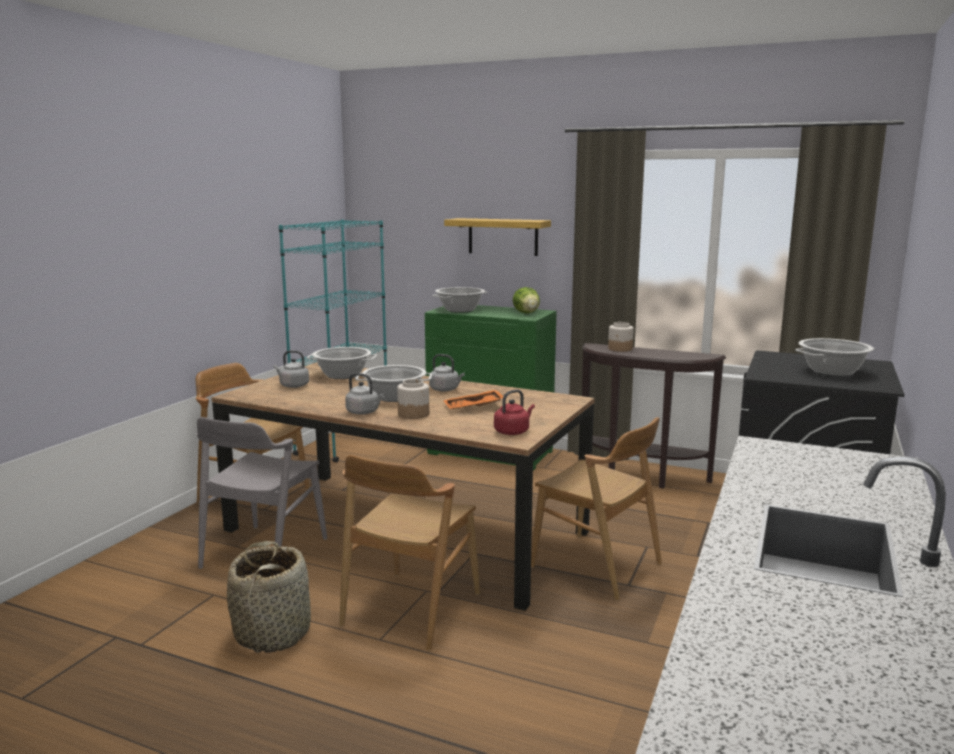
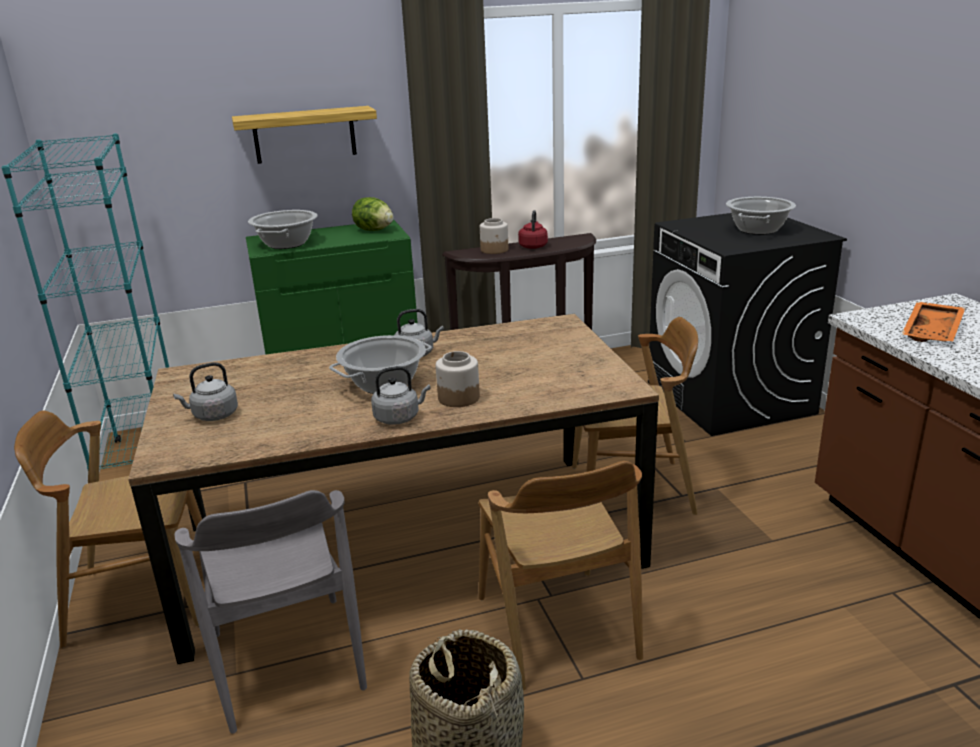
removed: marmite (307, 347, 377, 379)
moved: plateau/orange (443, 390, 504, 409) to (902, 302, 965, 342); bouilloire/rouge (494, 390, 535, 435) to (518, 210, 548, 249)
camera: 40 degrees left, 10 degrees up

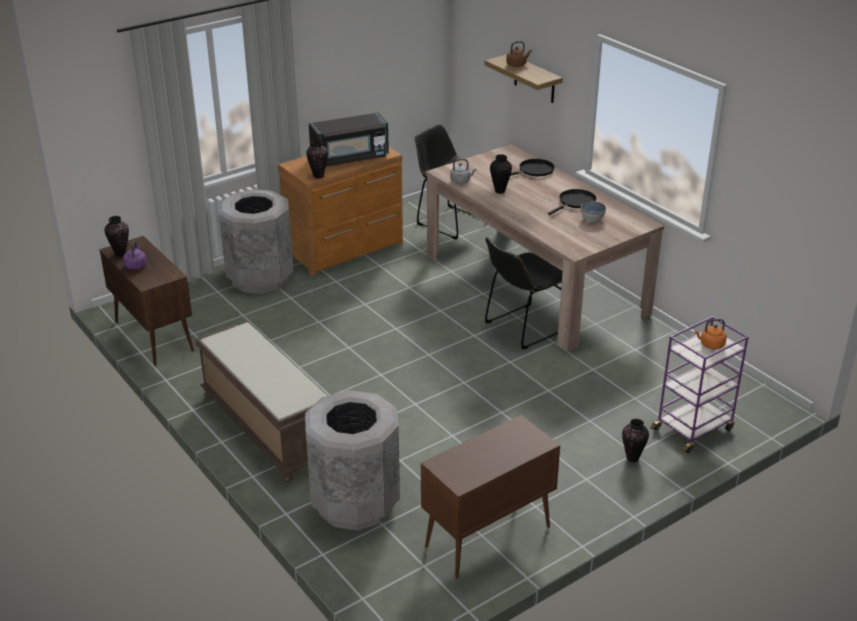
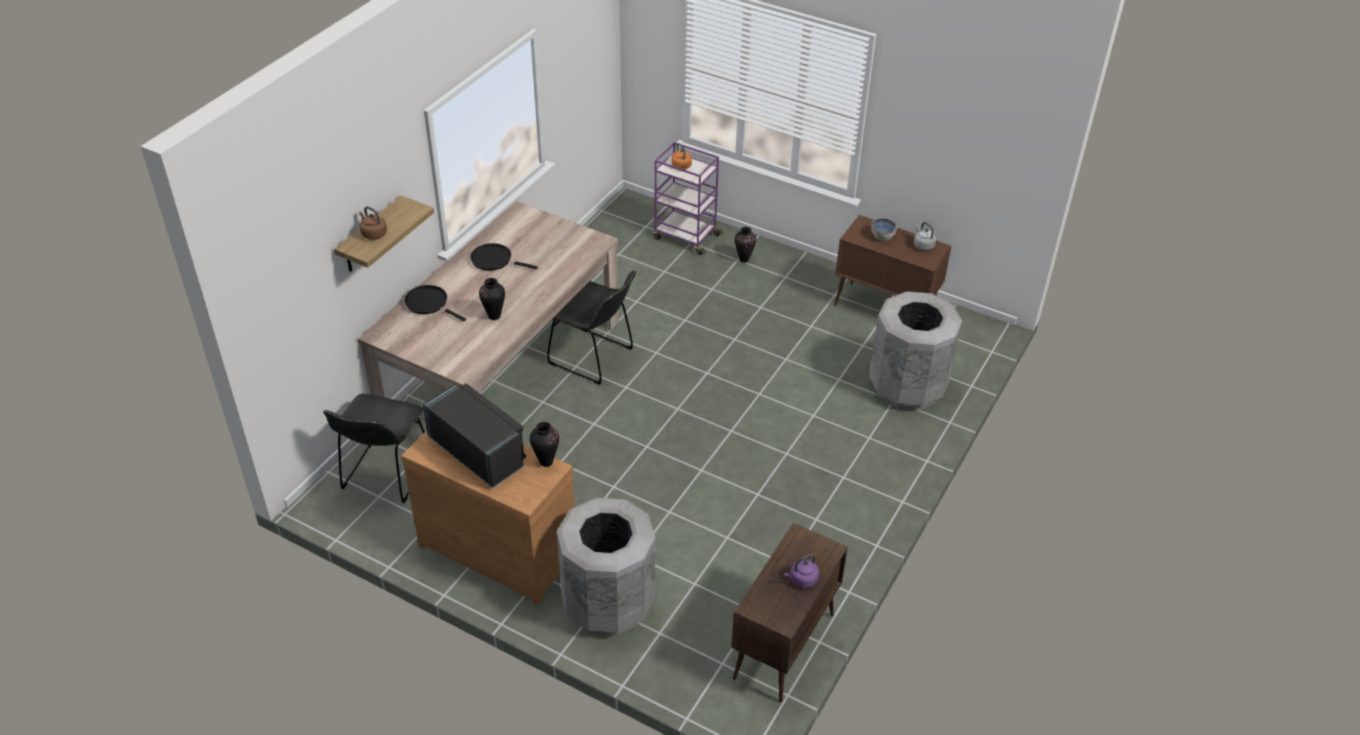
removed: vase (105, 216, 129, 257); banc/marron (195, 323, 327, 482)
moved: bouilloire/gris (450, 159, 476, 184) to (914, 222, 936, 250); bol (581, 201, 606, 222) to (871, 218, 897, 241)
camera: 115 degrees left, 10 degrees up

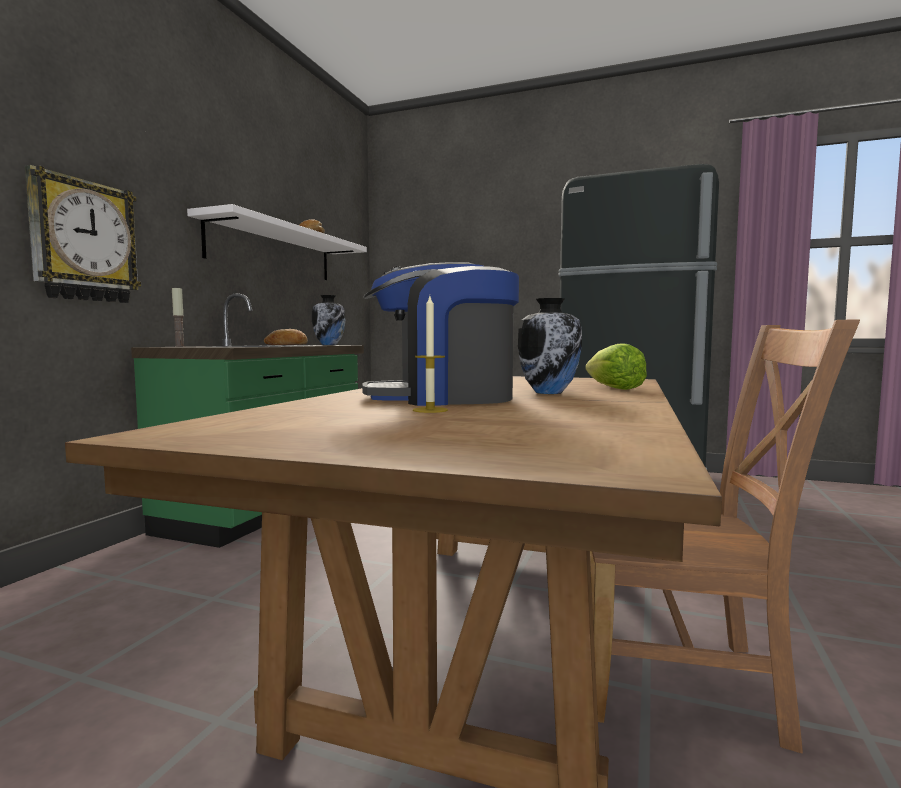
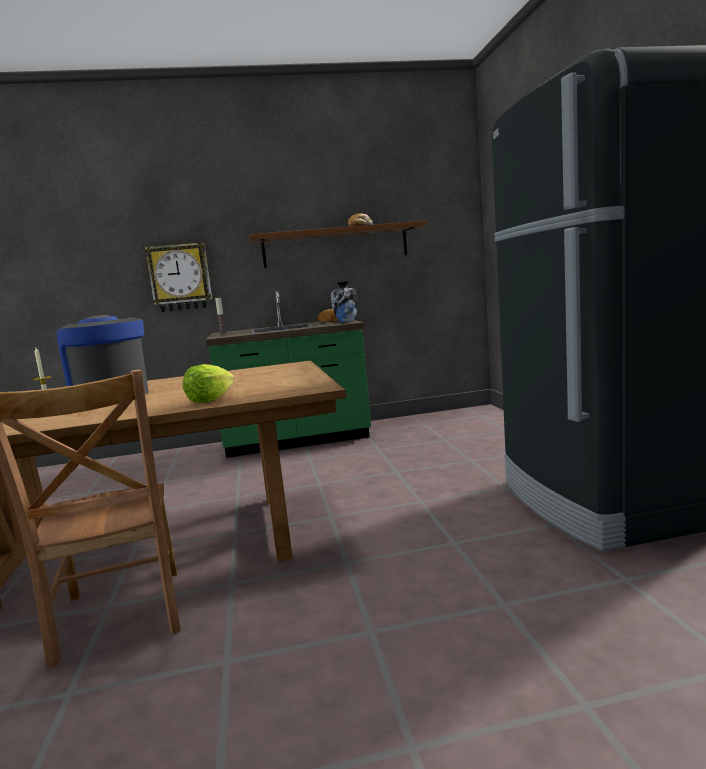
removed: vase (518, 298, 582, 394)
recoloured: étagère/blanc (187, 204, 367, 280) to étagère/marron (249, 220, 427, 268)
camera: 60 degrees right, 5 degrees up

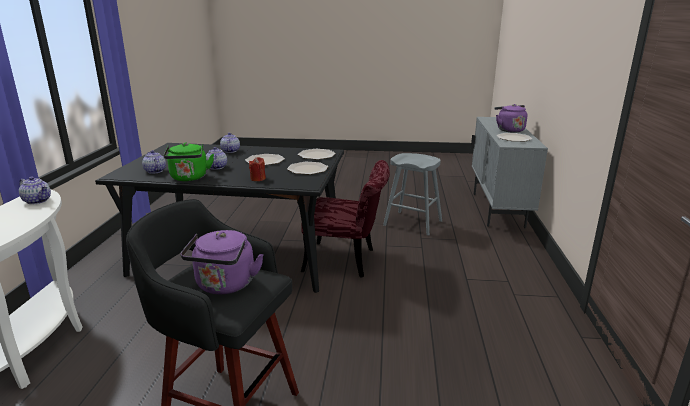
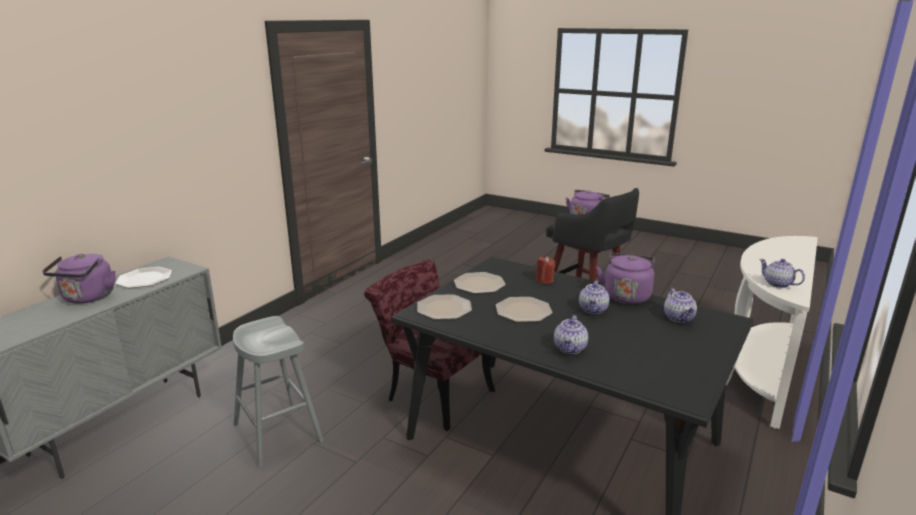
recoloured: bouilloire/vert (163, 142, 214, 181) to bouilloire/violet (596, 253, 655, 304)
camera: 155 degrees left, 0 degrees up

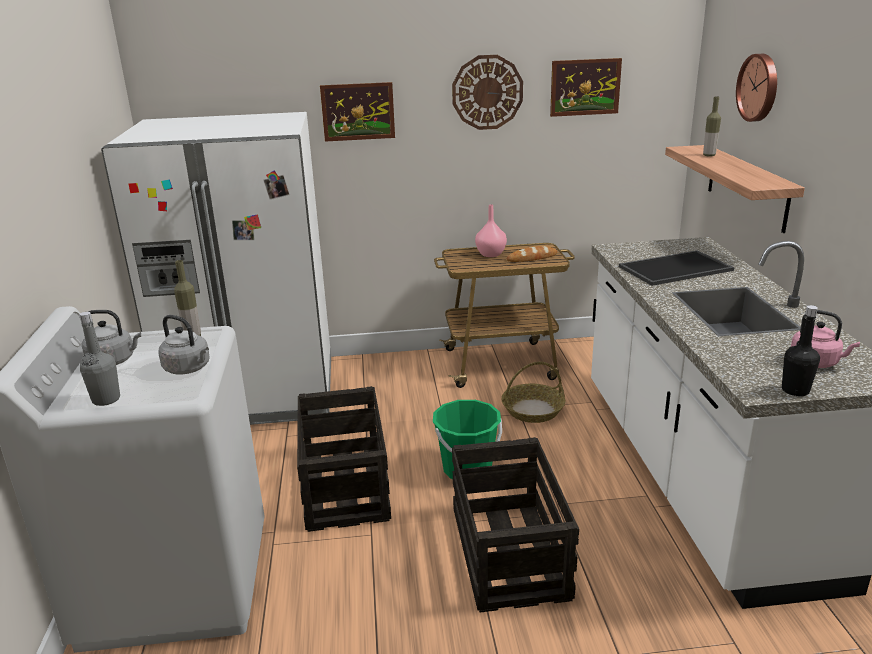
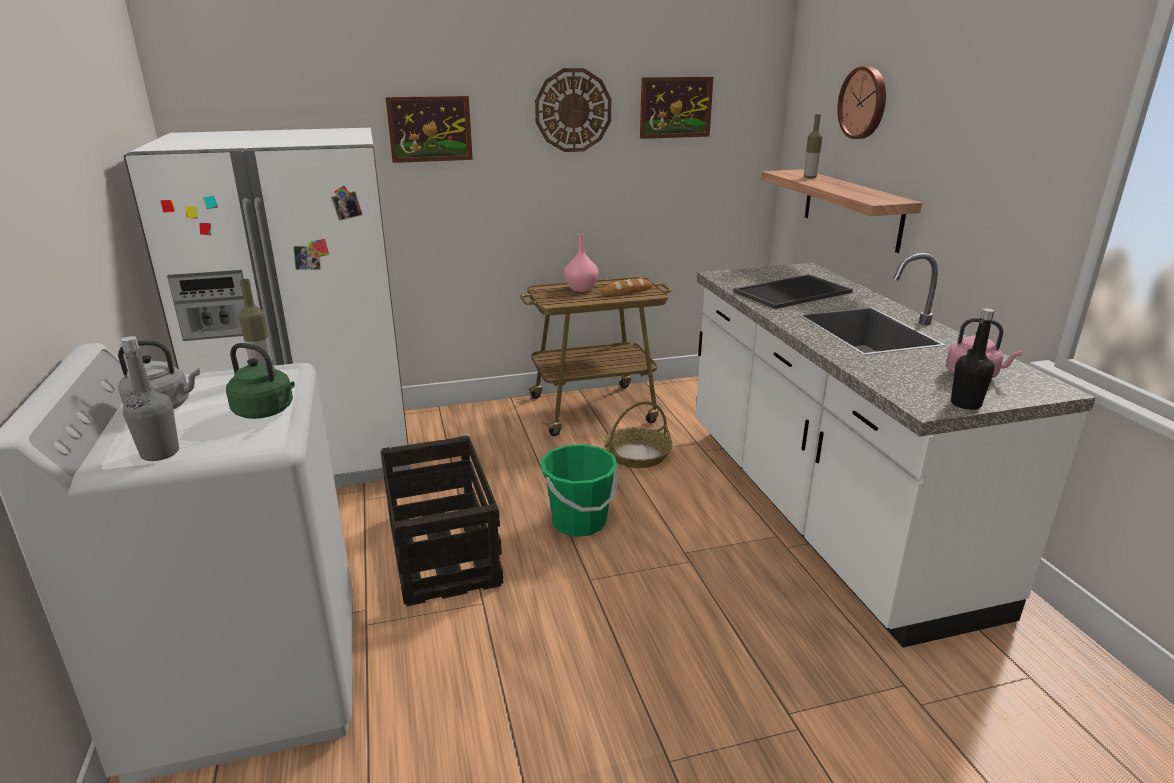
removed: caisse (452, 437, 579, 612)
recoloured: bouilloire/gris (158, 315, 210, 374) to bouilloire/vert (226, 343, 295, 419)
camera: 10 degrees left, 0 degrees up

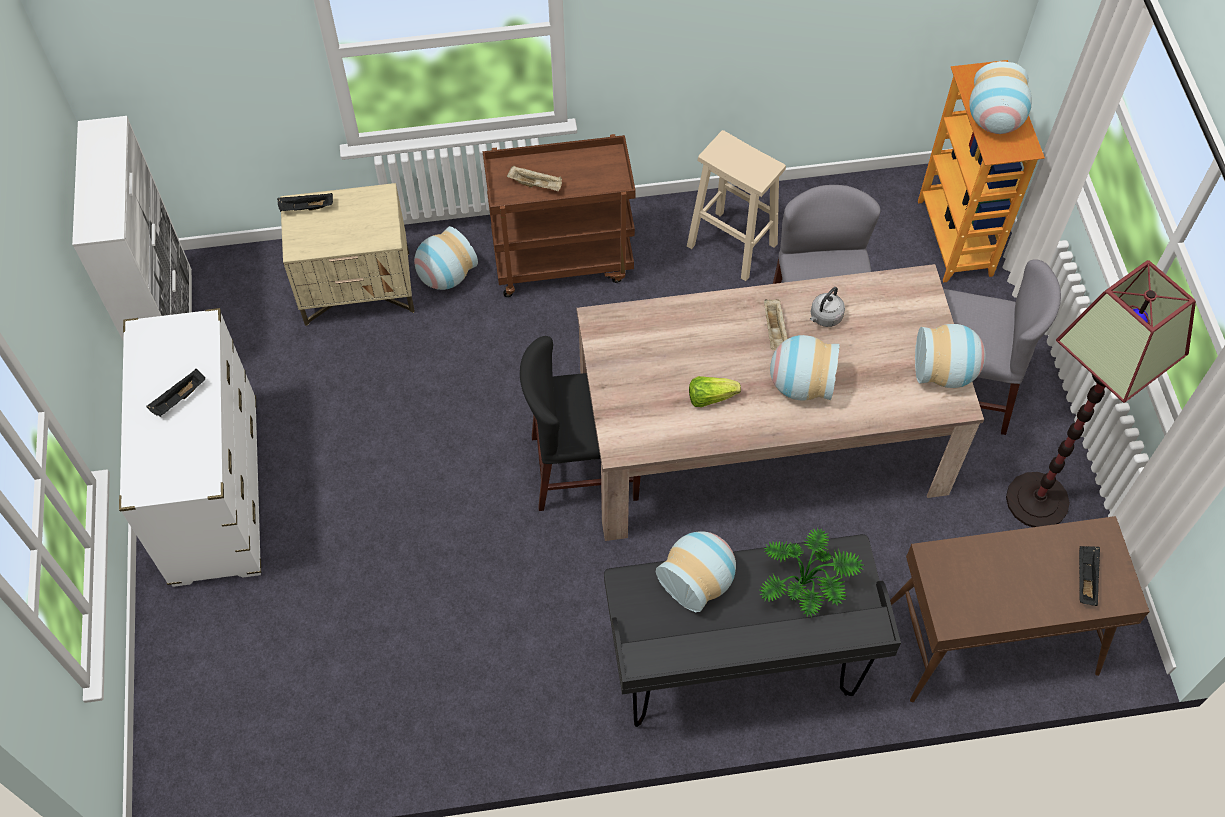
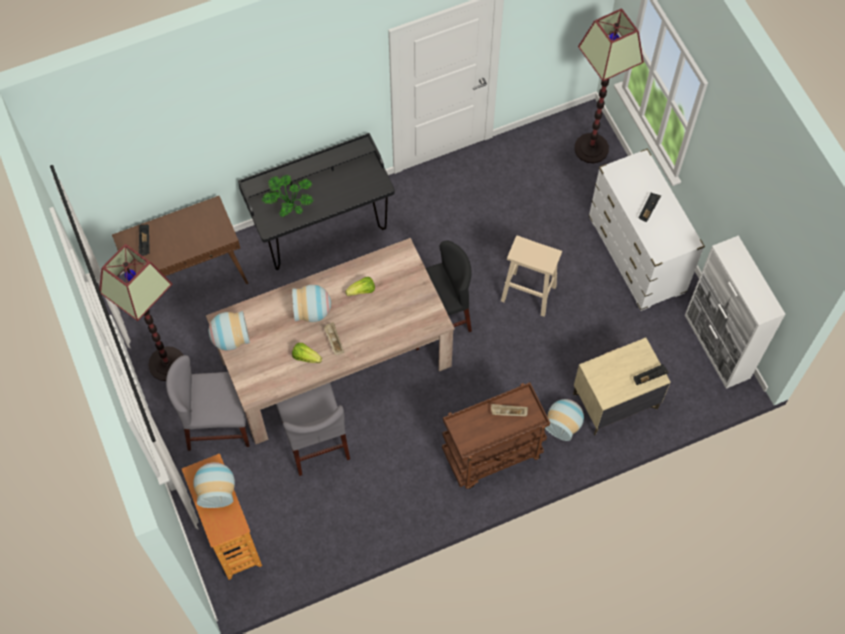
removed: vase (656, 531, 736, 612)
added: lampadaire (575, 8, 644, 163)
moved: tabouret/beige (687, 130, 786, 281) to (501, 236, 562, 317)
replaced: bouilloire/gris (810, 287, 845, 327) to laitue (292, 343, 322, 363)
camera: 165 degrees right, 5 degrees up

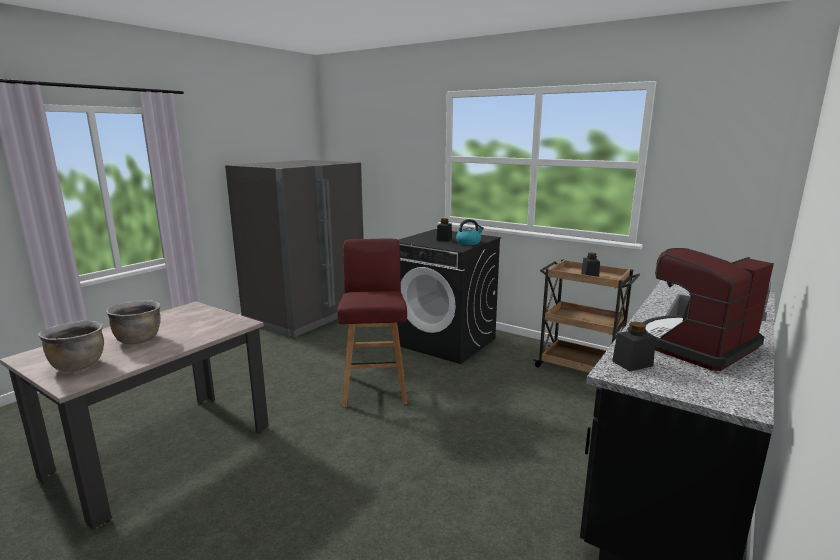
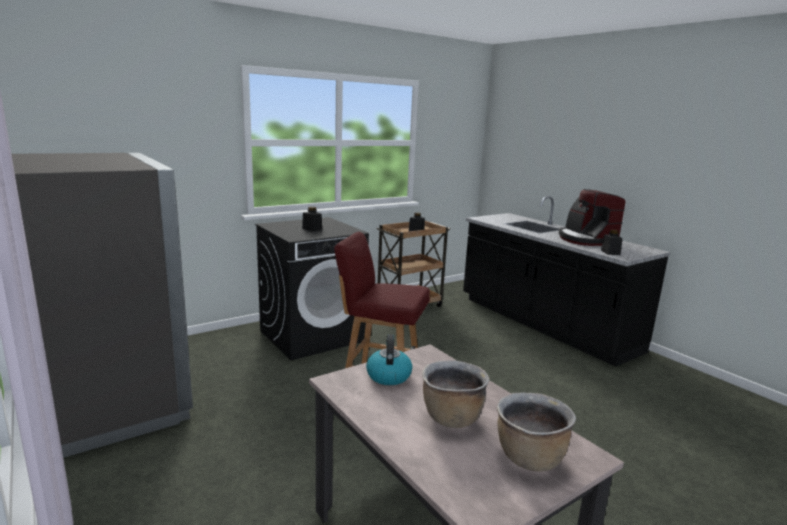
moved: bouilloire (456, 219, 484, 245) to (366, 334, 412, 385)
camera: 70 degrees left, 0 degrees up

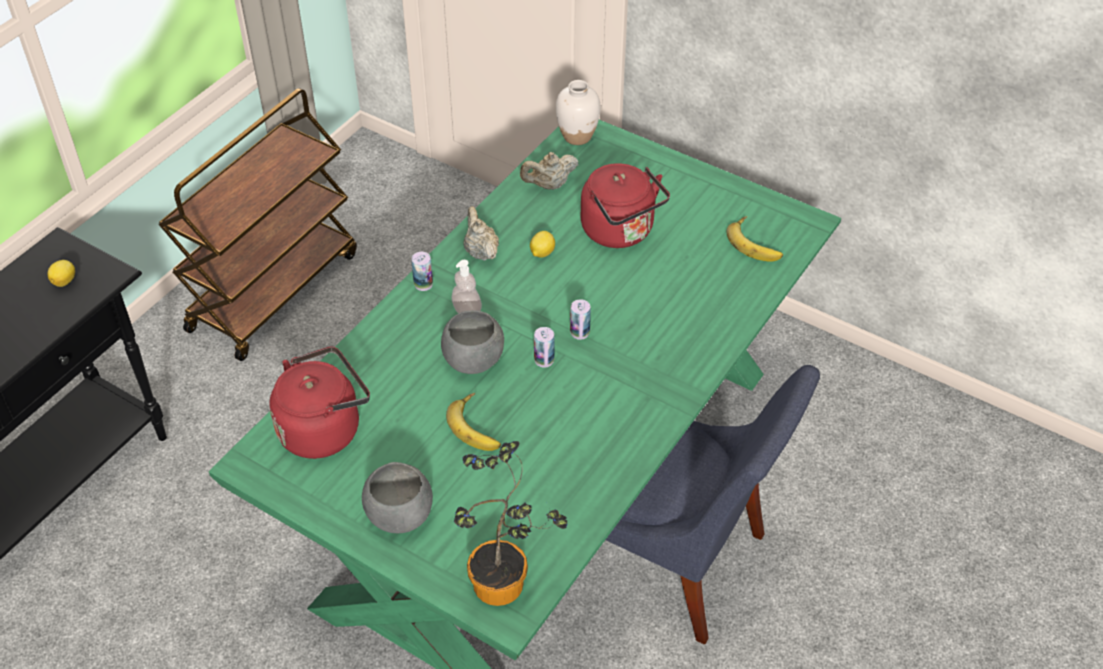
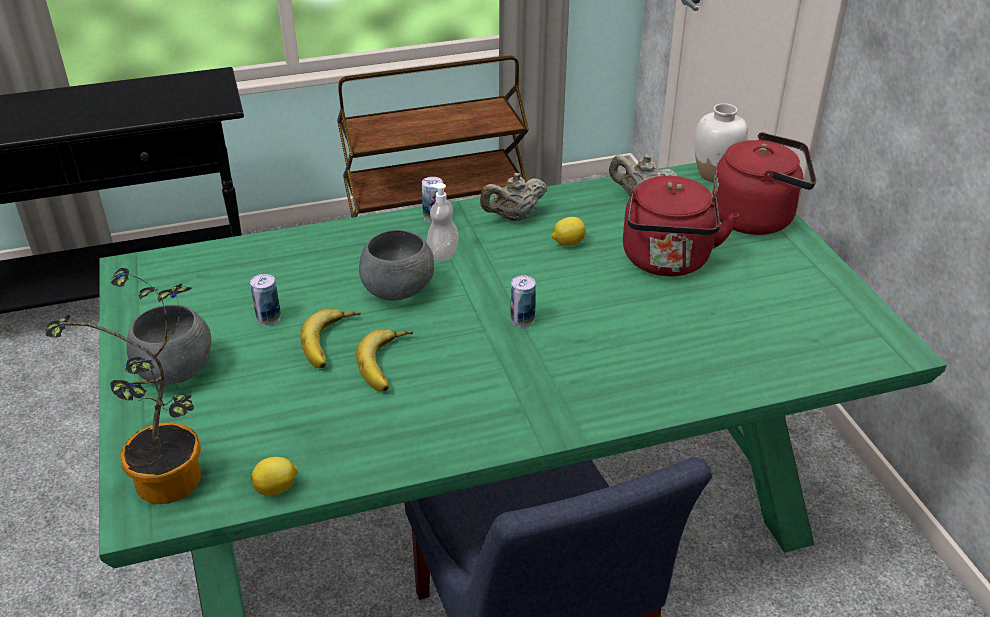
moved: banane (727, 216, 783, 262) to (356, 329, 413, 391); citron (48, 260, 75, 287) to (251, 457, 298, 496); boîte métallique (534, 327, 555, 368) to (250, 274, 281, 326); bouilloire/rouge (269, 346, 370, 459) to (712, 132, 816, 235)
turned: théière/beige (463, 206, 499, 261) = (480, 173, 547, 221) 135 degrees counterclockwise
camera: 40 degrees right, 10 degrees down

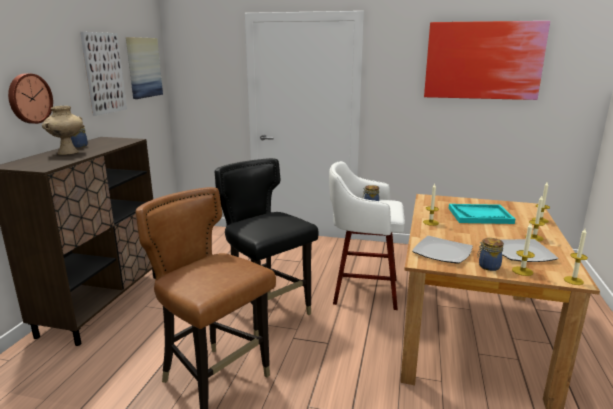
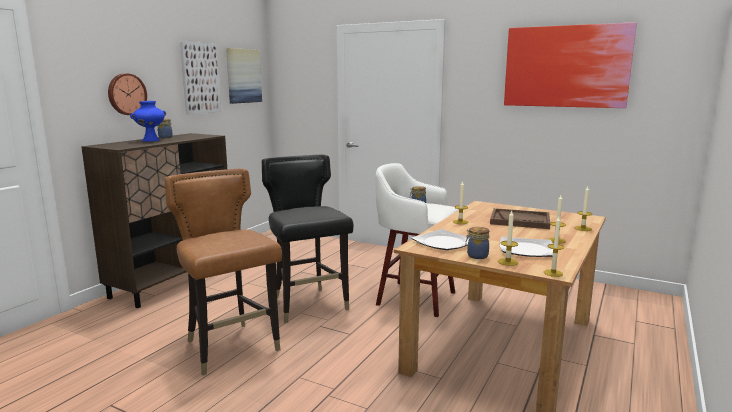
recoloured: vase/beige (42, 106, 83, 155) to vase/bleu (130, 101, 166, 142); plateau/turquoise (449, 204, 515, 224) to plateau/marron (490, 208, 550, 229)
camera: 15 degrees right, 5 degrees down

